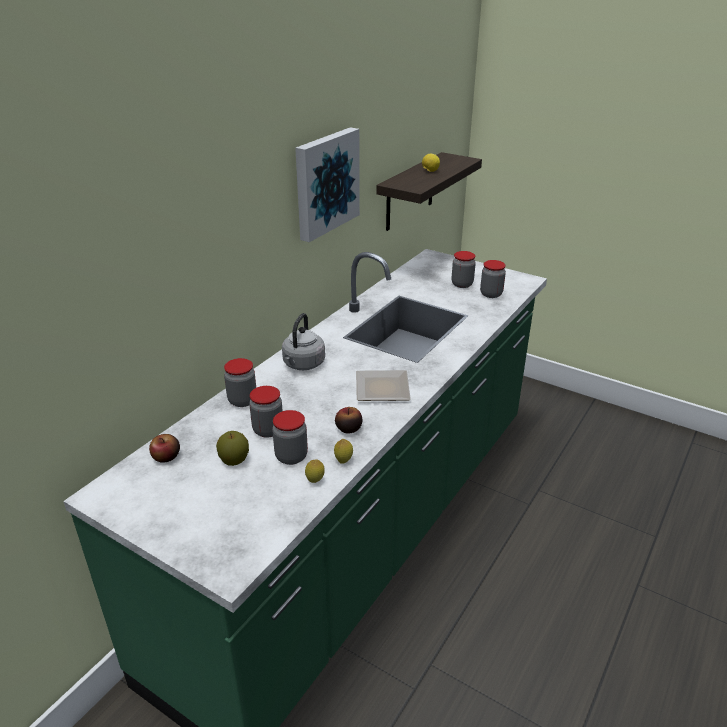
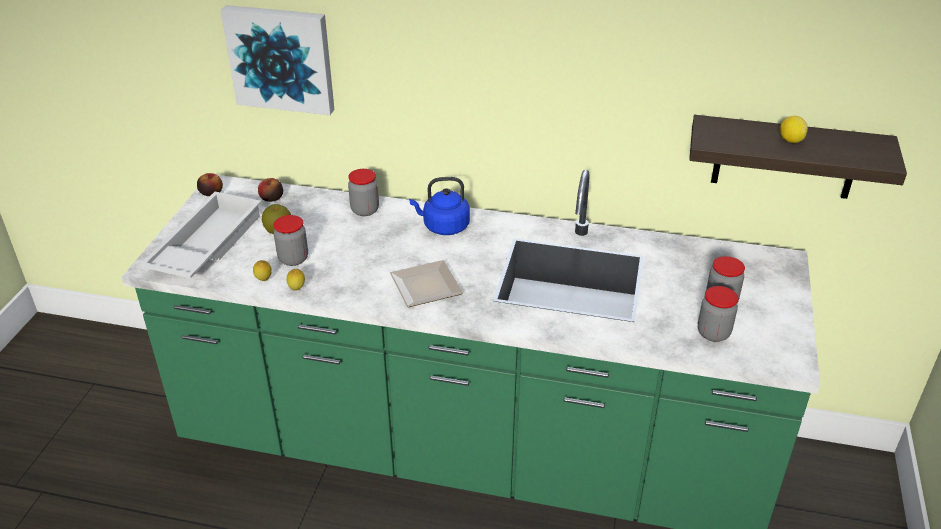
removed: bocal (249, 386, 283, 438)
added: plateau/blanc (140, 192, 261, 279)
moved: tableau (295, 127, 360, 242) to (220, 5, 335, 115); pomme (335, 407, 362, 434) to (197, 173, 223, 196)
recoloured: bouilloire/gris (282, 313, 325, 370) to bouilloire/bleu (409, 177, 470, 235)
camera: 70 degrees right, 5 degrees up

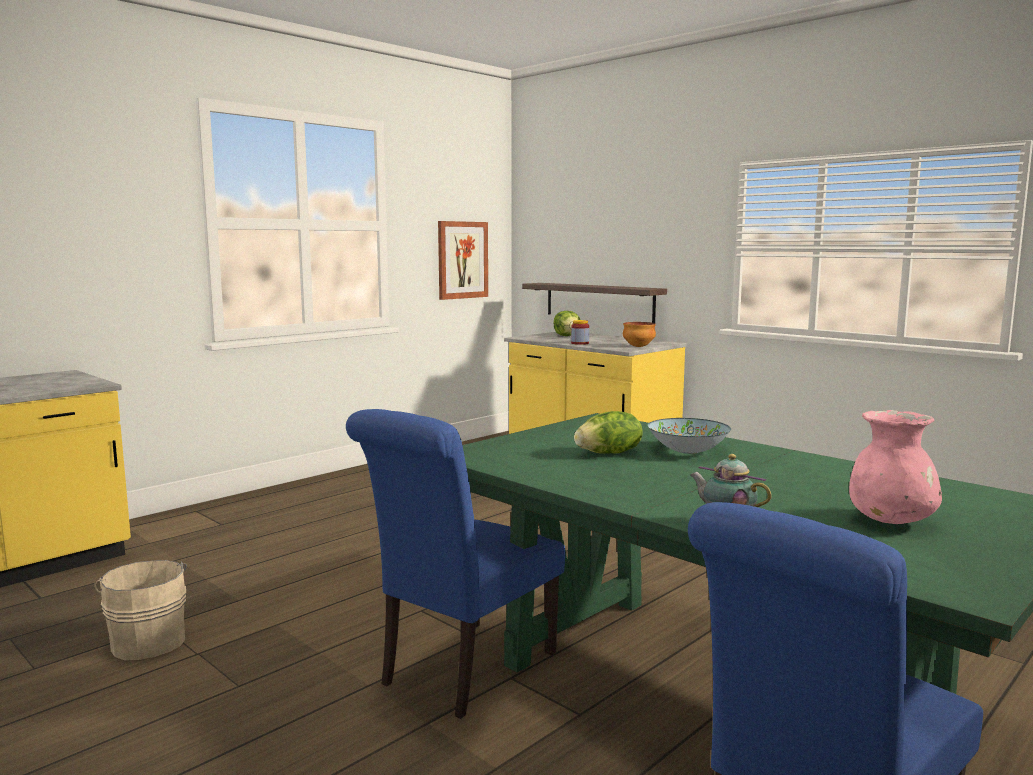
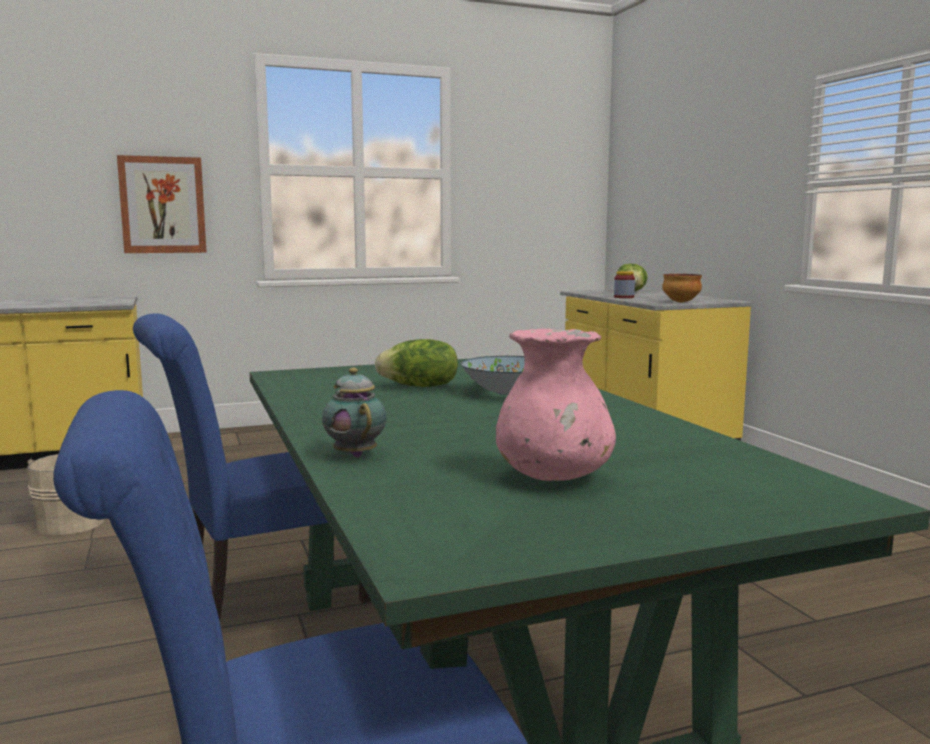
removed: étagère (522, 283, 667, 323)
moved: tableau (438, 221, 488, 300) to (117, 155, 207, 253)
camera: 25 degrees right, 0 degrees up

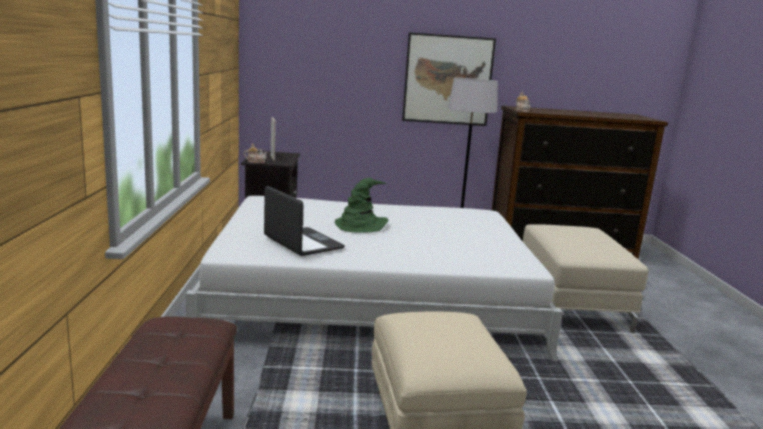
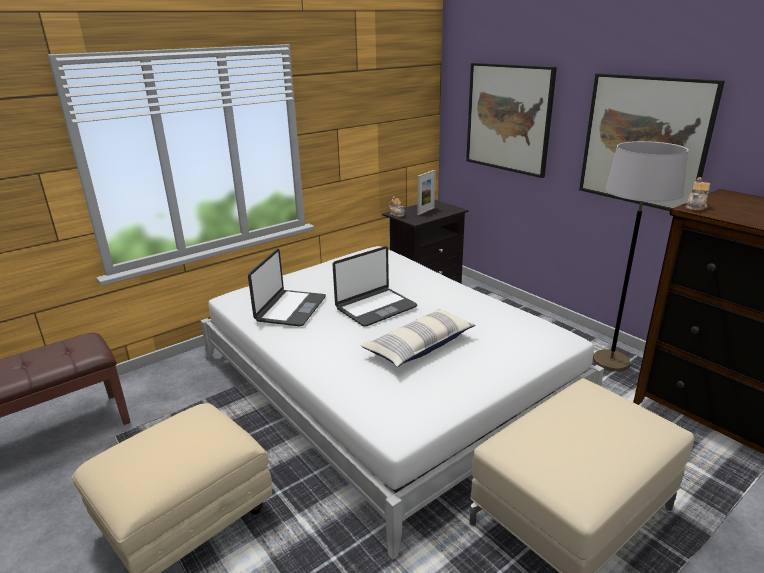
added: tableau (466, 63, 557, 178); coussin (361, 309, 475, 367)
replaced: chapeau/vert (335, 178, 388, 233) to ordinateur portable (332, 246, 417, 327)
camera: 55 degrees right, 10 degrees up

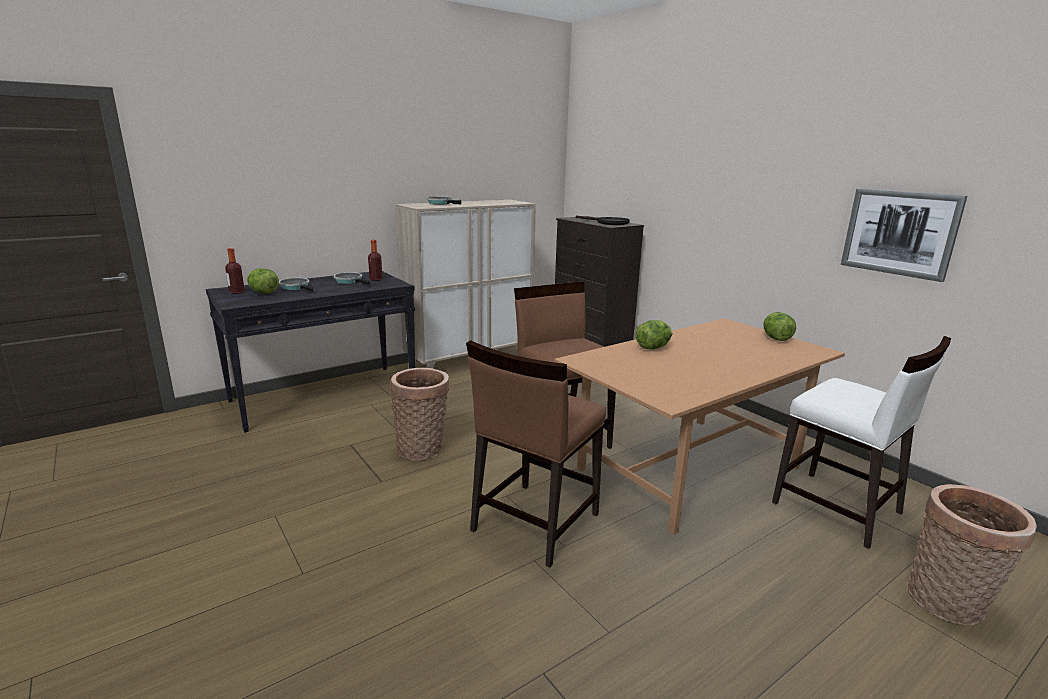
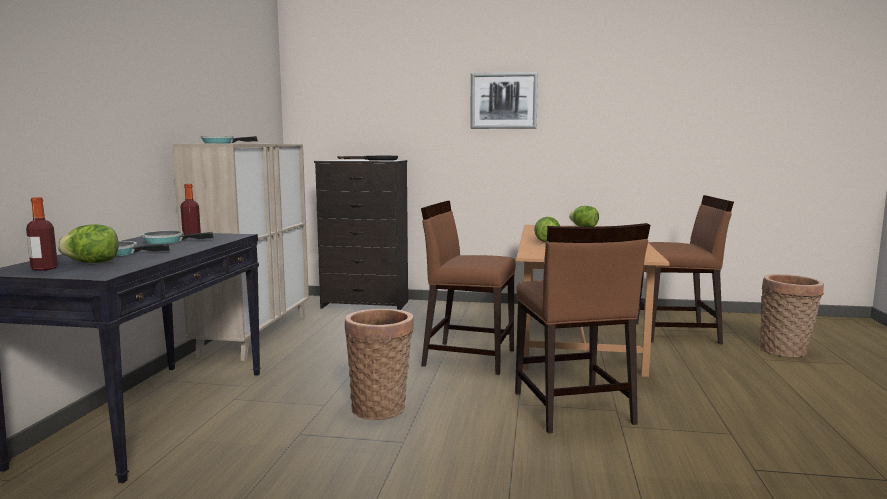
moved: tableau (841, 188, 967, 282) to (470, 72, 538, 129)
recoloured: chaise/blanc (772, 336, 951, 549) to chaise/marron (636, 195, 734, 344)
camera: 45 degrees left, 10 degrees down

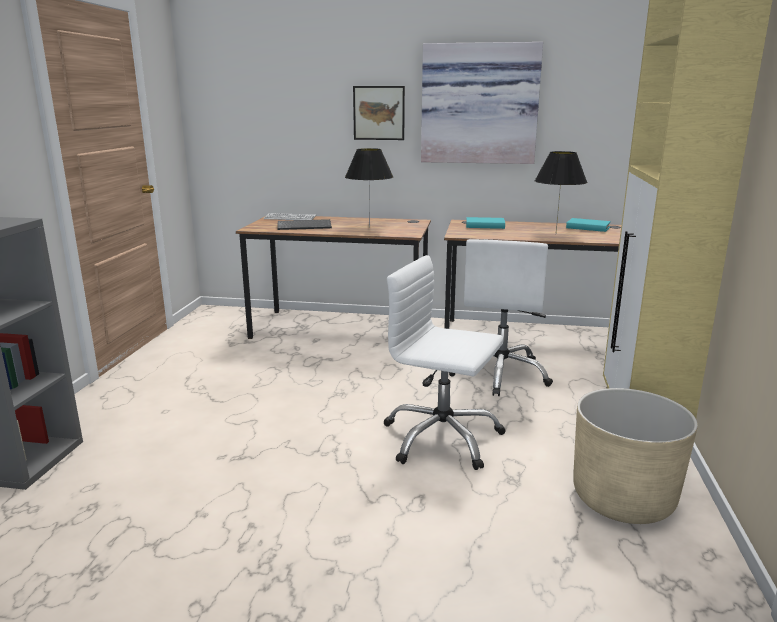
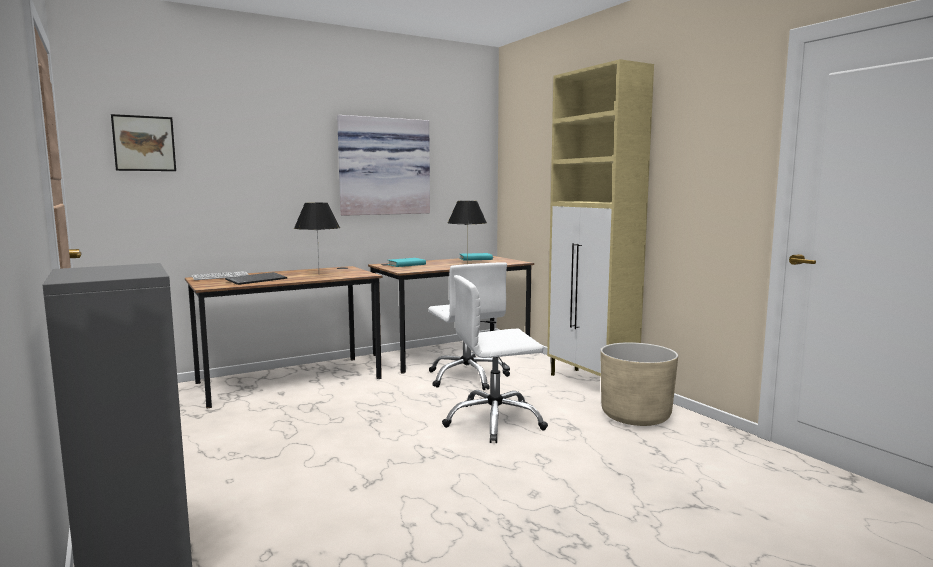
moved: tableau (353, 86, 405, 140) to (111, 114, 176, 171)
camera: 40 degrees left, 10 degrees down

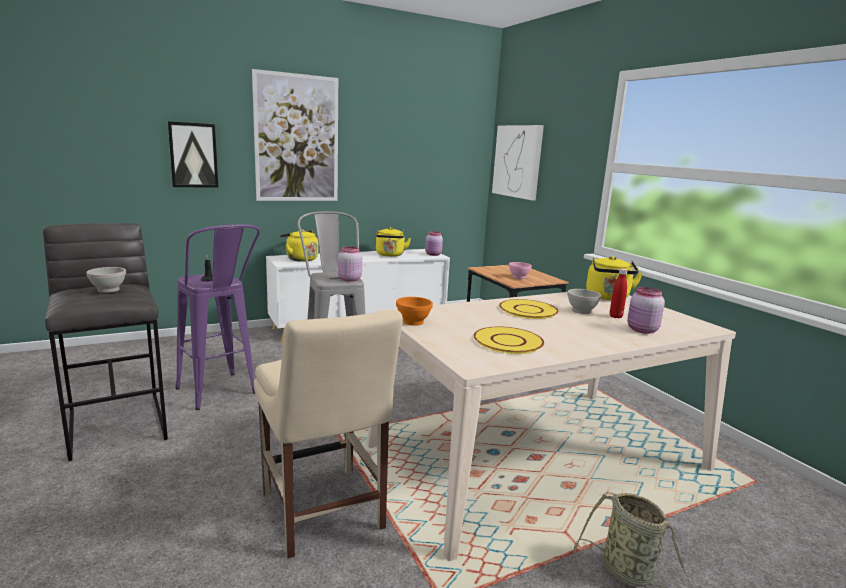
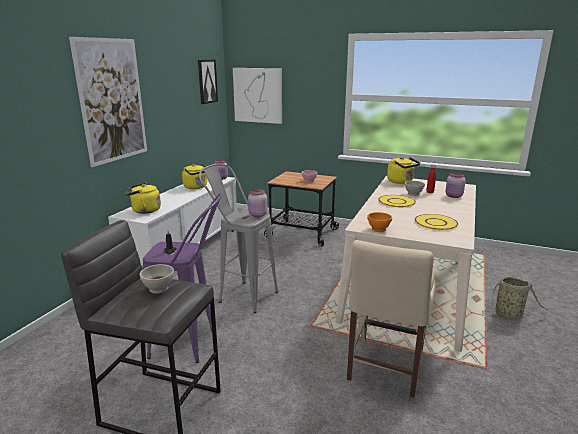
moved: tableau (168, 121, 218, 188) to (198, 60, 218, 104)
turned: chaise/beige (254, 310, 403, 558) = (347, 240, 436, 398) 90 degrees clockwise
camera: 40 degrees left, 5 degrees up

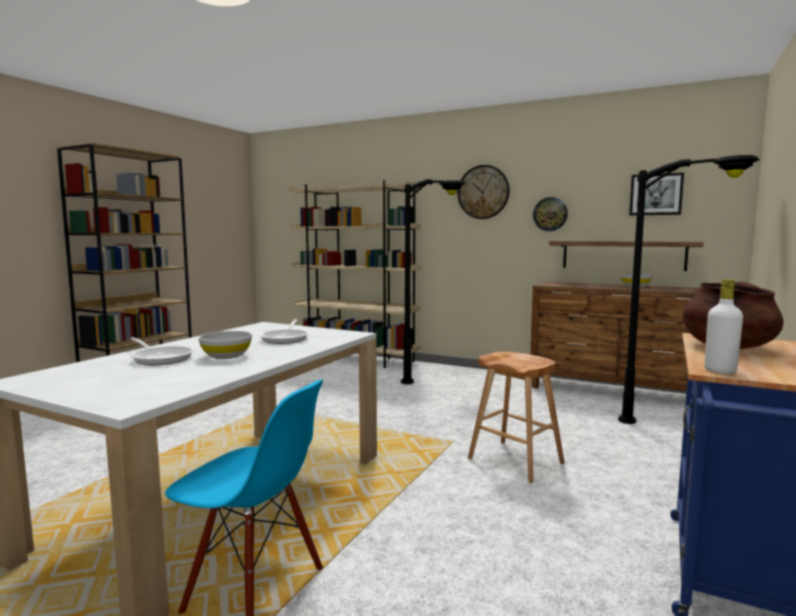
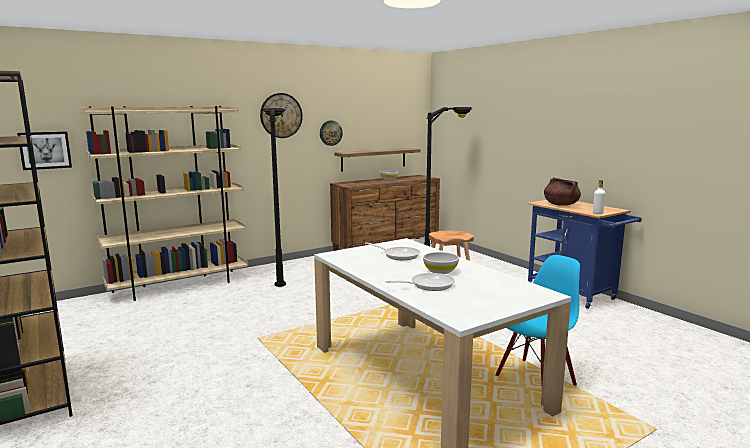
moved: tableau (629, 172, 684, 215) to (17, 131, 72, 170)
camera: 60 degrees left, 5 degrees up

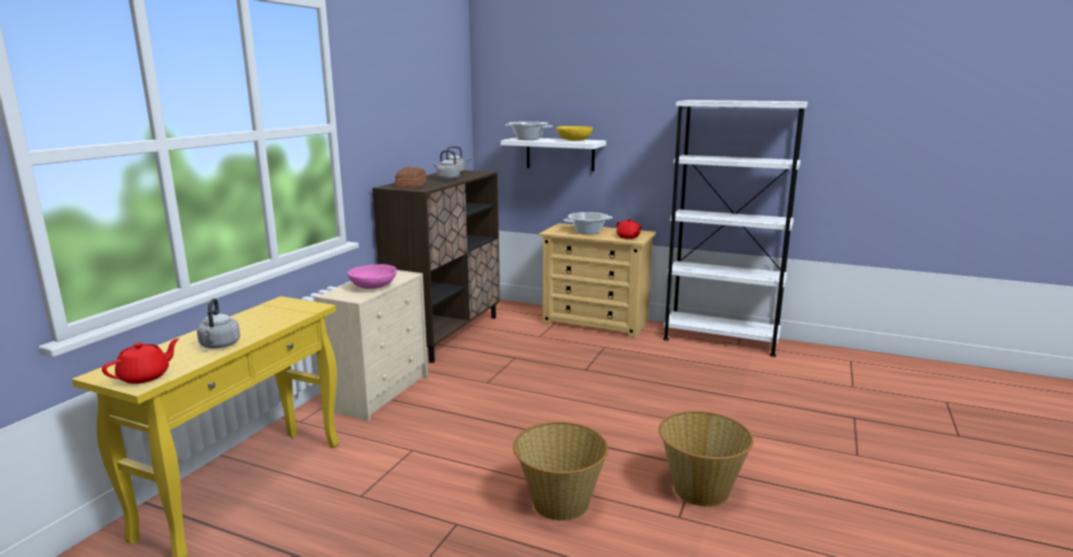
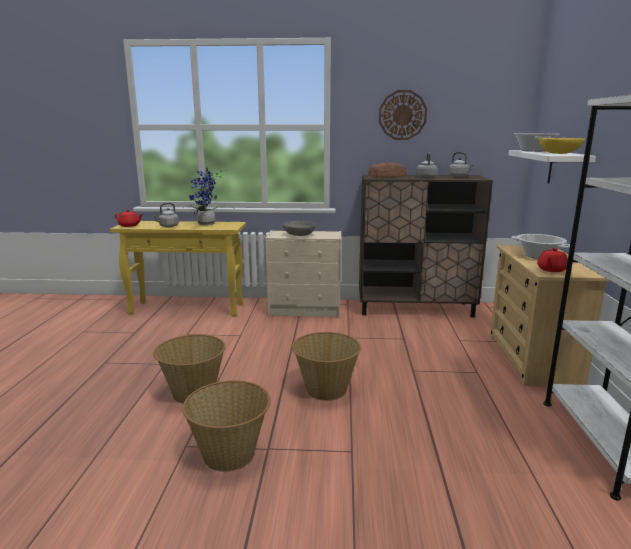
added: horloge murale (379, 90, 427, 140); plante en pot (183, 167, 233, 225); panier (292, 332, 361, 401)
recoloured: bol/rose (347, 264, 397, 289) to bol/gris (283, 221, 316, 236)
camera: 70 degrees right, 0 degrees up

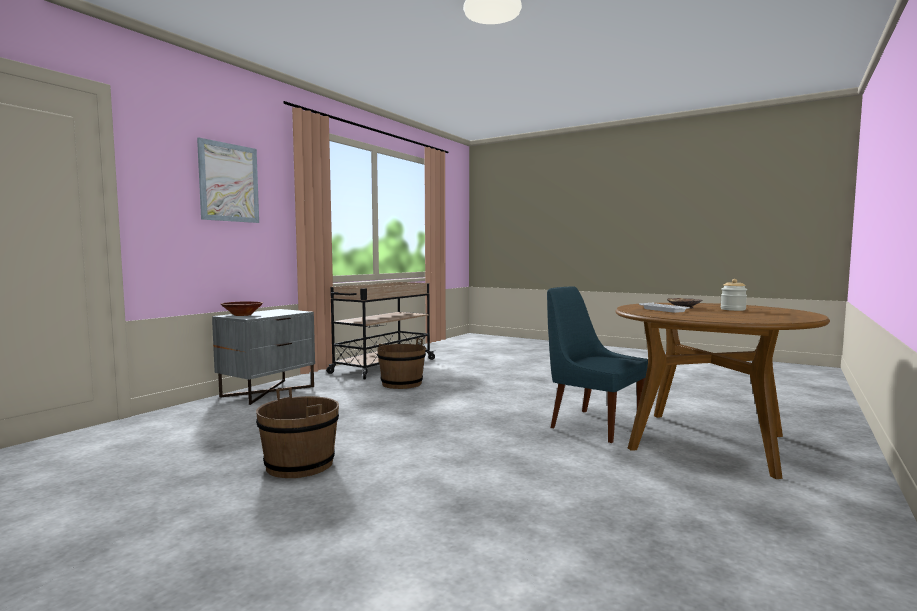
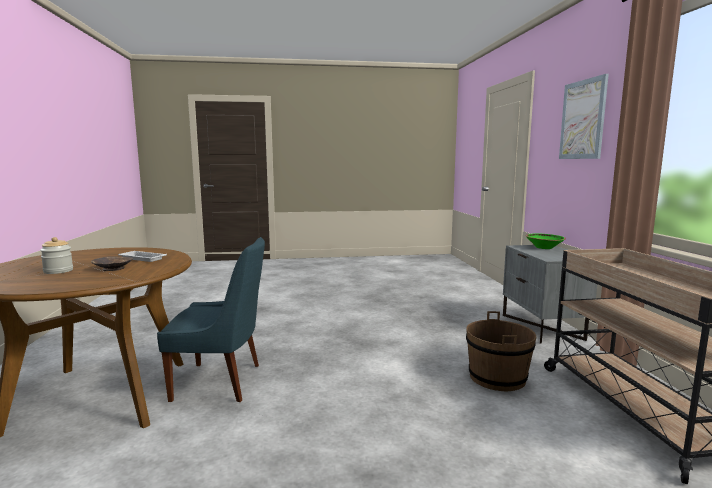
removed: seau/marron (256, 387, 339, 478)
recoloured: bol/marron (221, 302, 263, 316) to bol/vert (526, 233, 566, 249)
camera: 140 degrees right, 5 degrees up

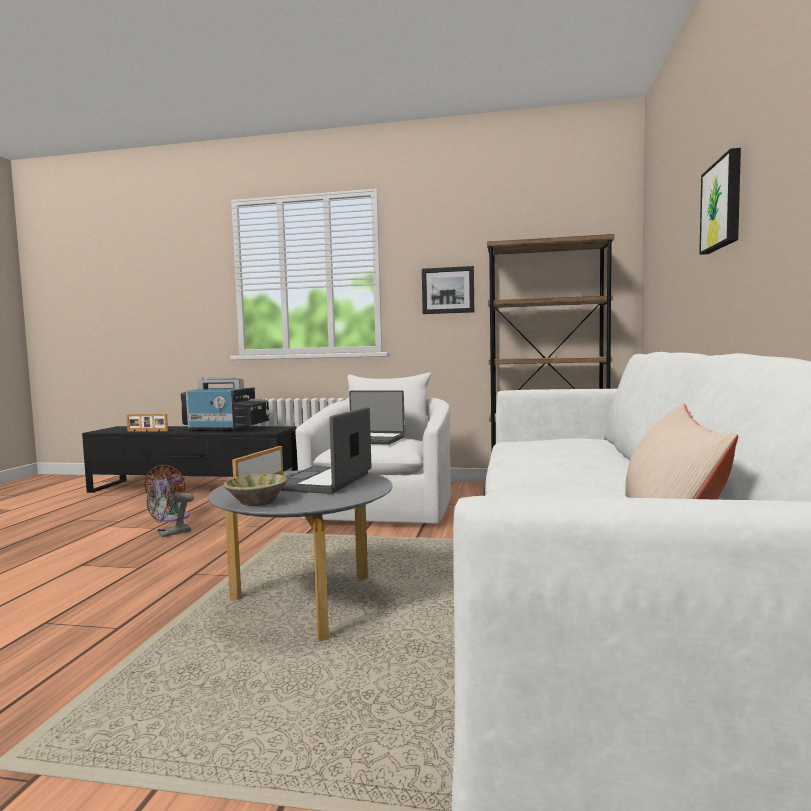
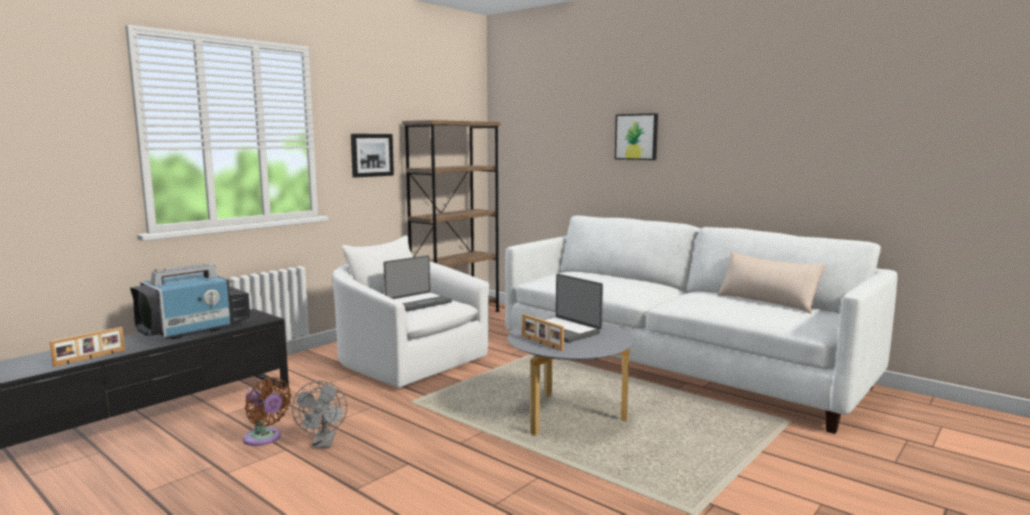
removed: bol/beige (224, 474, 288, 506)
camera: 60 degrees left, 5 degrees up

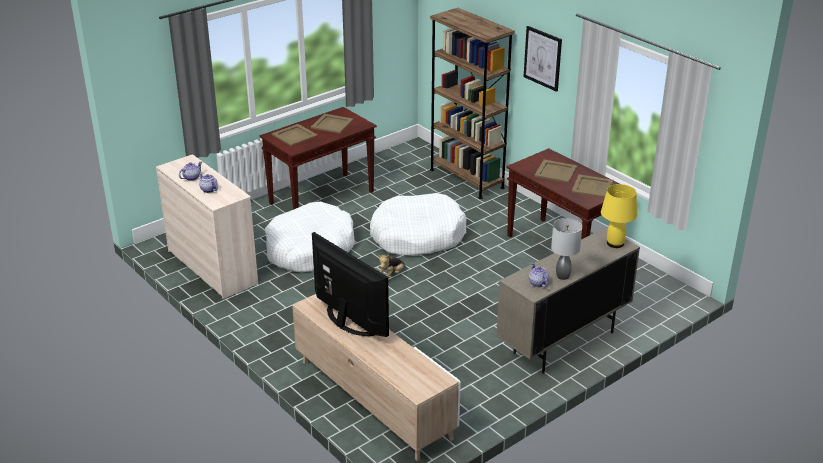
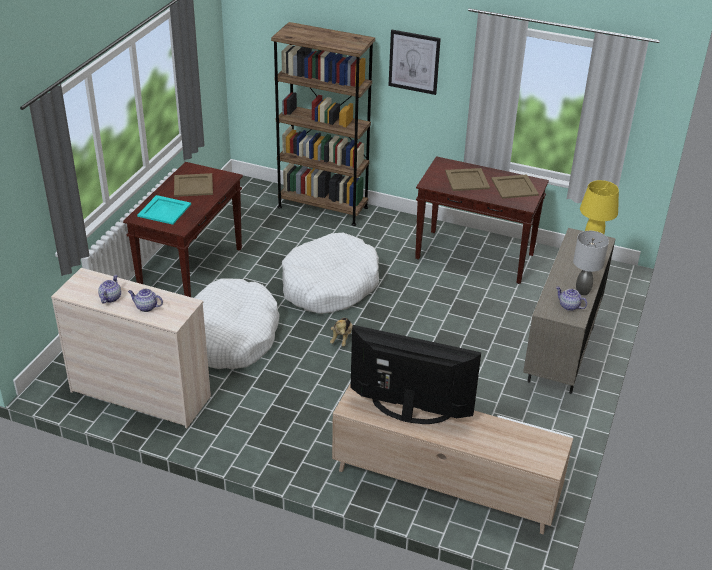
recoloured: plateau/beige (272, 124, 318, 146) to plateau/turquoise (137, 195, 191, 225)
camera: 30 degrees left, 5 degrees up

